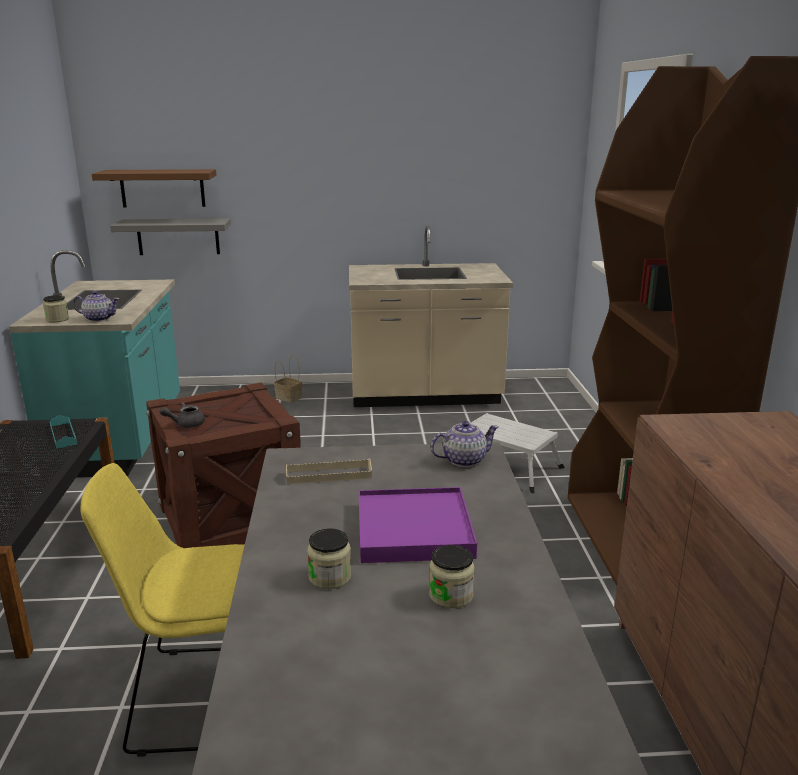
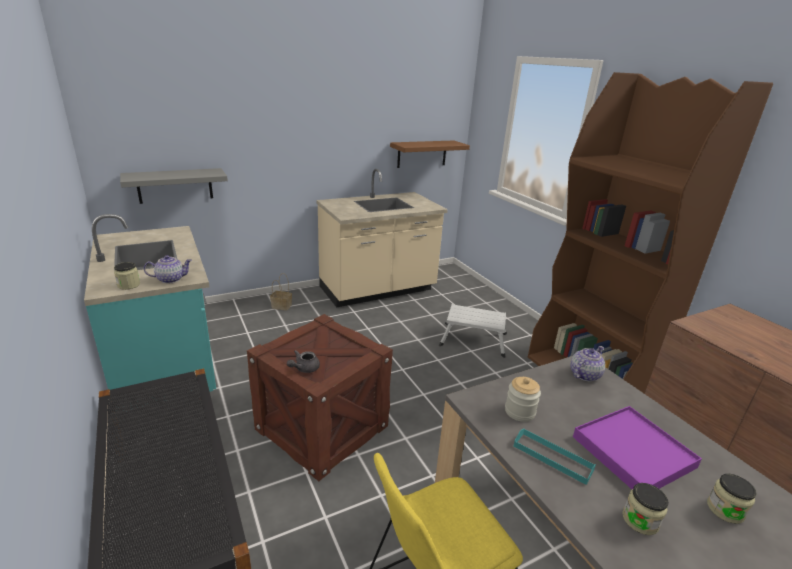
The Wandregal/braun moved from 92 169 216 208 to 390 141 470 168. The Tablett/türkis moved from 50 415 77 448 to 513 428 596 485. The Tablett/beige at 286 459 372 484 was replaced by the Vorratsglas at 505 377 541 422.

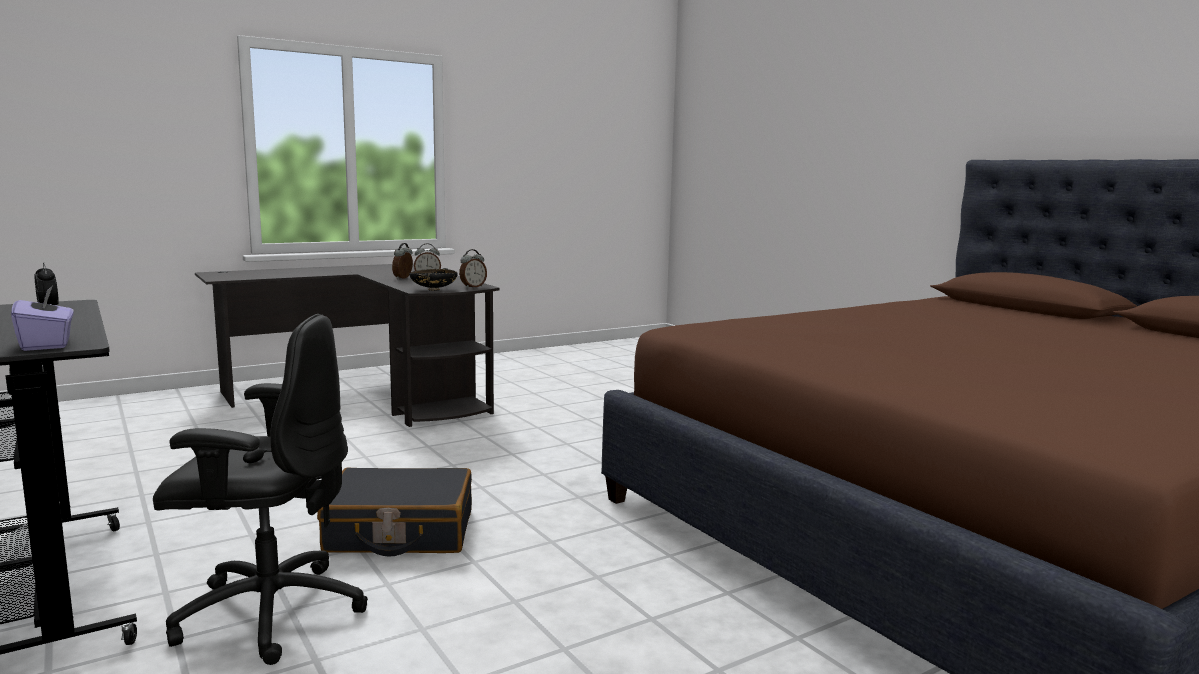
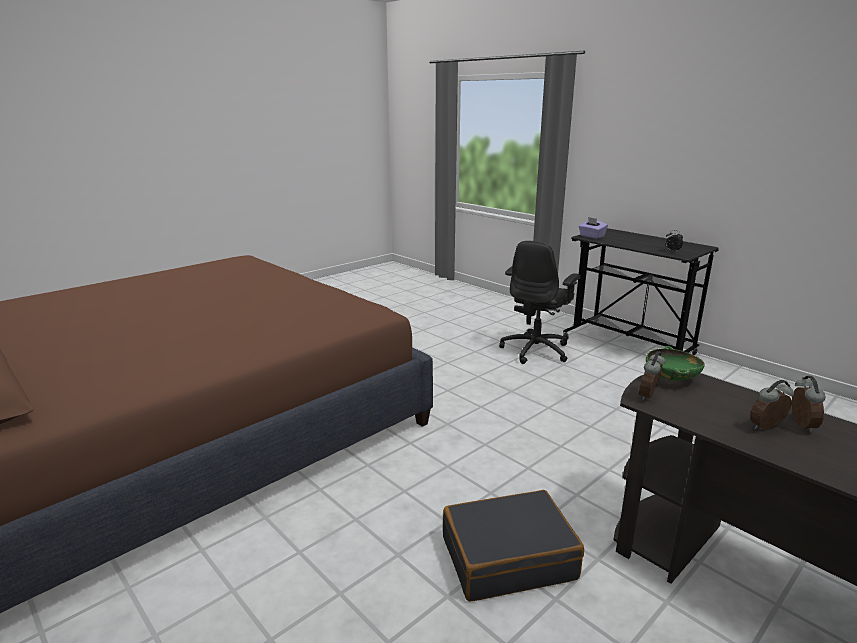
The Schüssel/schwarz at 410 268 458 291 became the Schüssel/grün at 646 346 705 382. The Bürostuhl/schwarz at 153 314 368 665 turned 45 degrees counterclockwise. The Koffer/schwarz moved from 317 467 472 556 to 443 490 584 602.

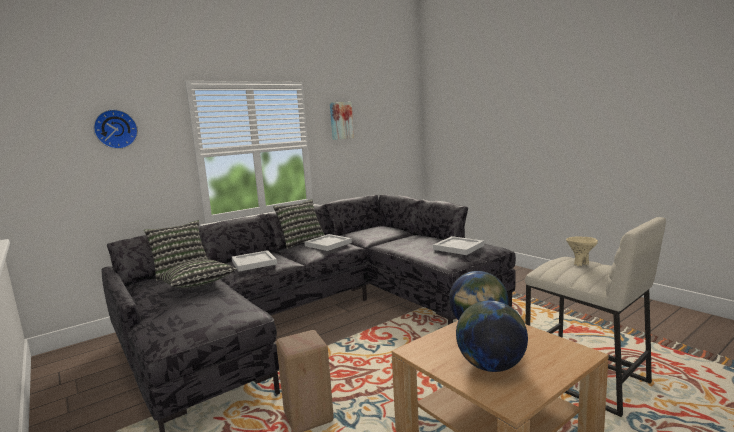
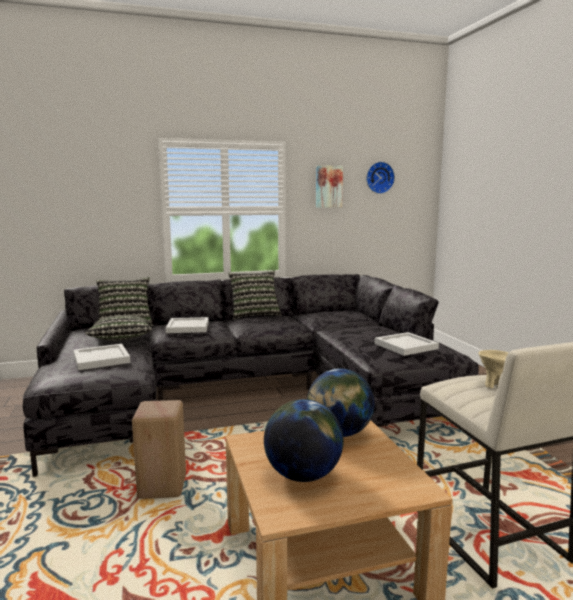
The Wanduhr moved from 93 109 138 149 to 366 162 395 194. The Tablett/weiß moved from 304 234 352 251 to 73 344 131 370.

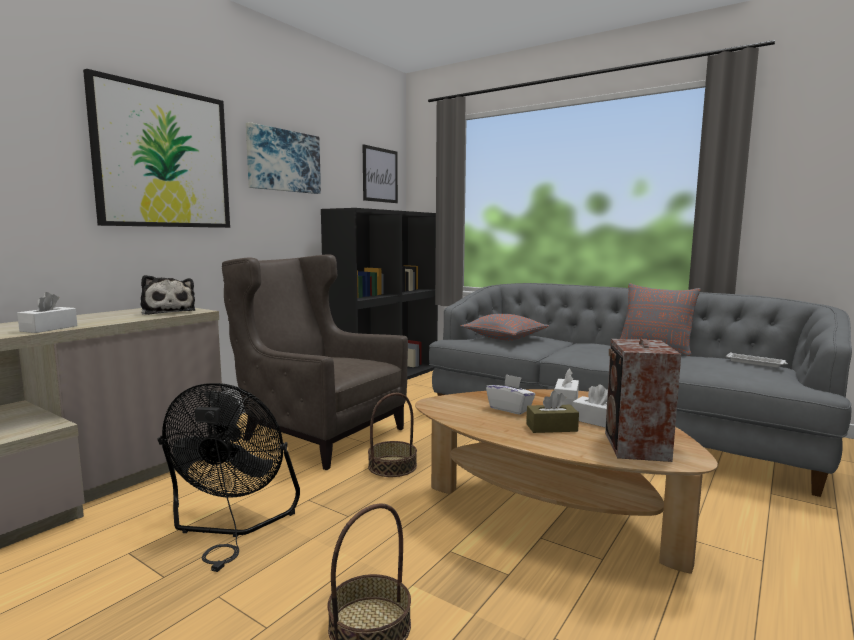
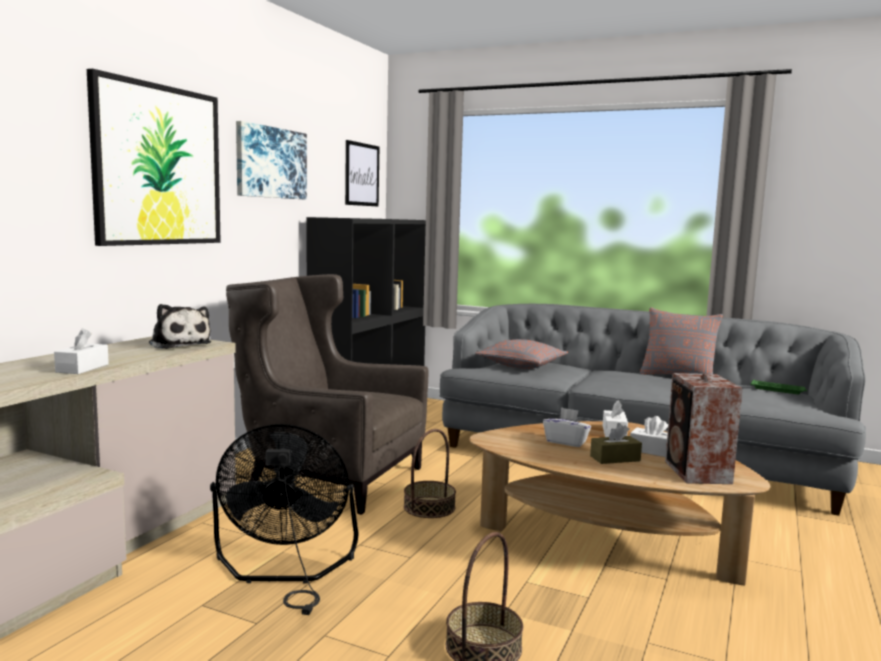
The Tablett/weiß at 726 352 788 368 became the Tablett/grün at 750 380 807 394.

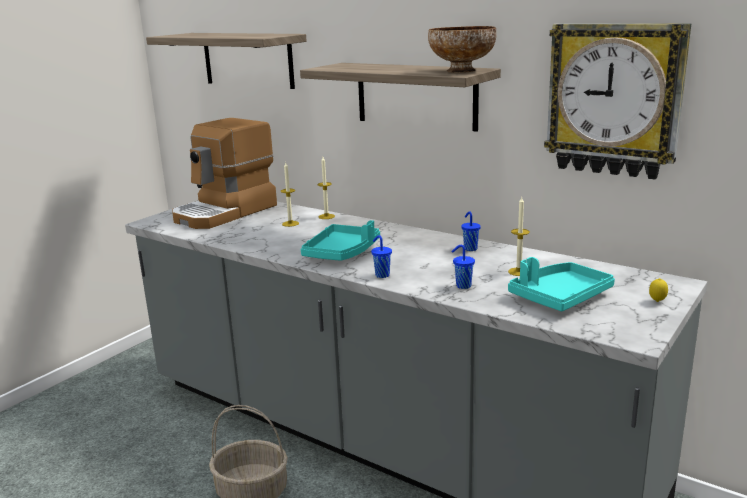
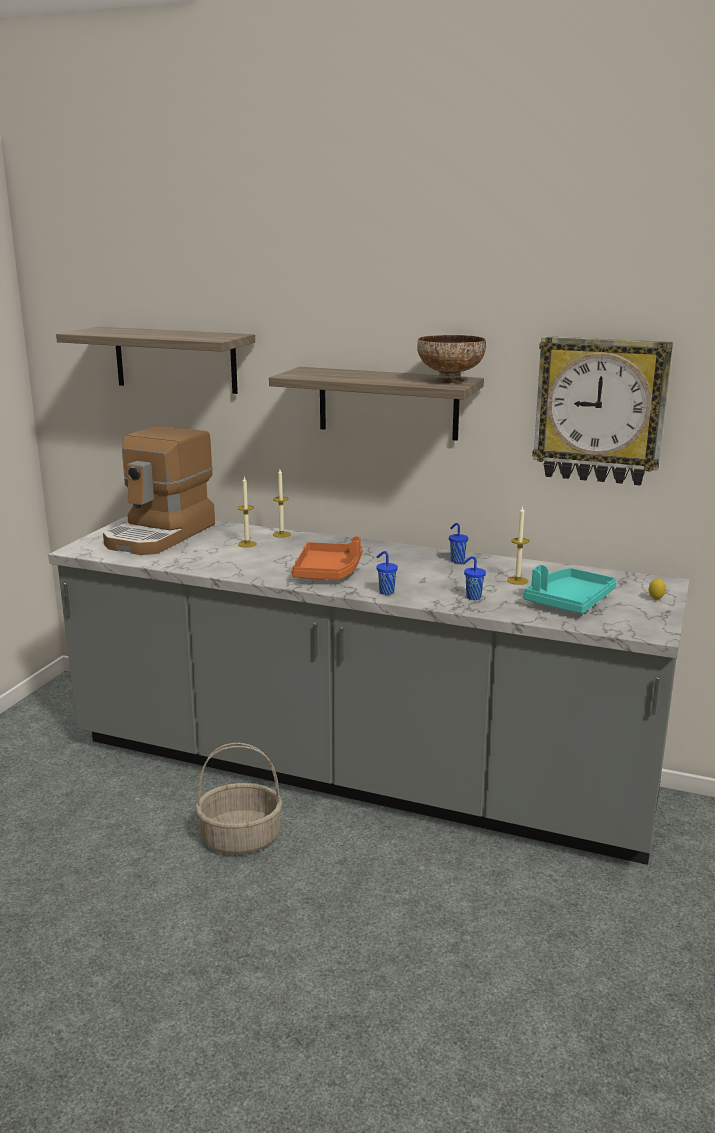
The Tablett/türkis at 301 220 380 261 became the Tablett/orange at 292 536 362 580.

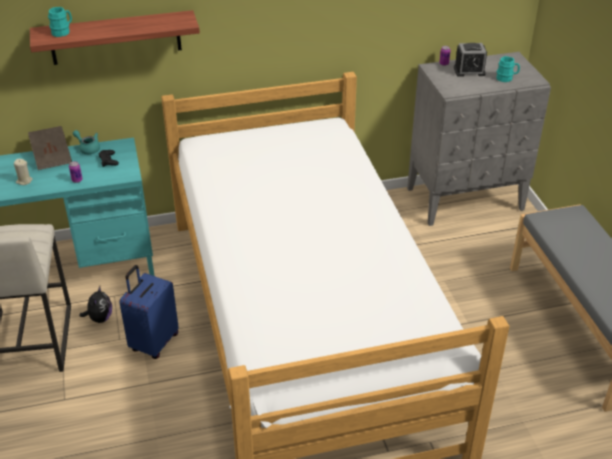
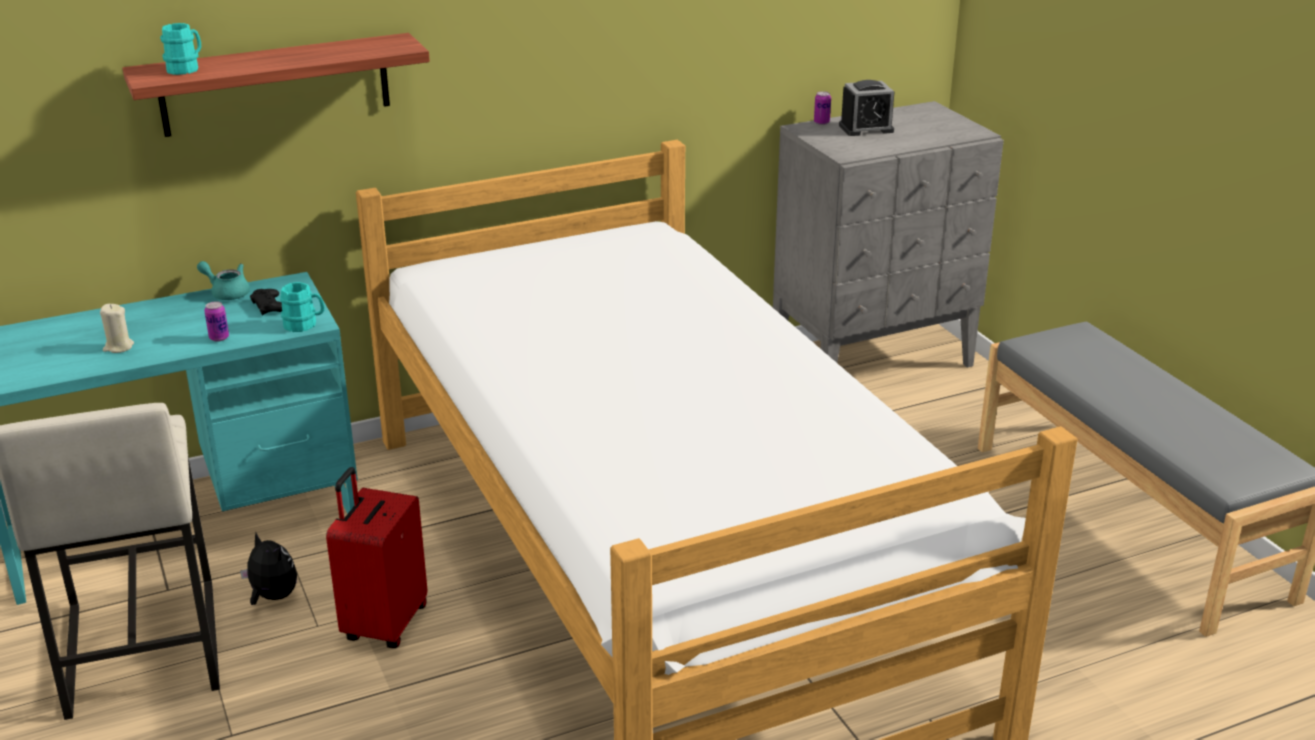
The Henkelbecher/türkis moved from 497 56 520 82 to 280 282 325 332. The Buch/braun at 28 126 72 170 disappeared. The Koffer/blau at 119 265 179 359 became the Koffer/rot at 326 467 427 648. The Plüschtier at 79 286 112 323 turned 45 degrees counterclockwise.

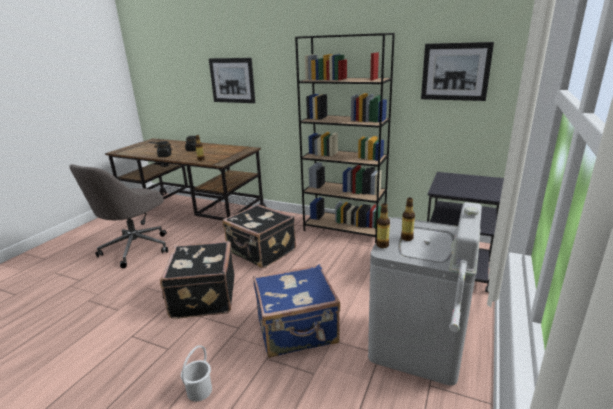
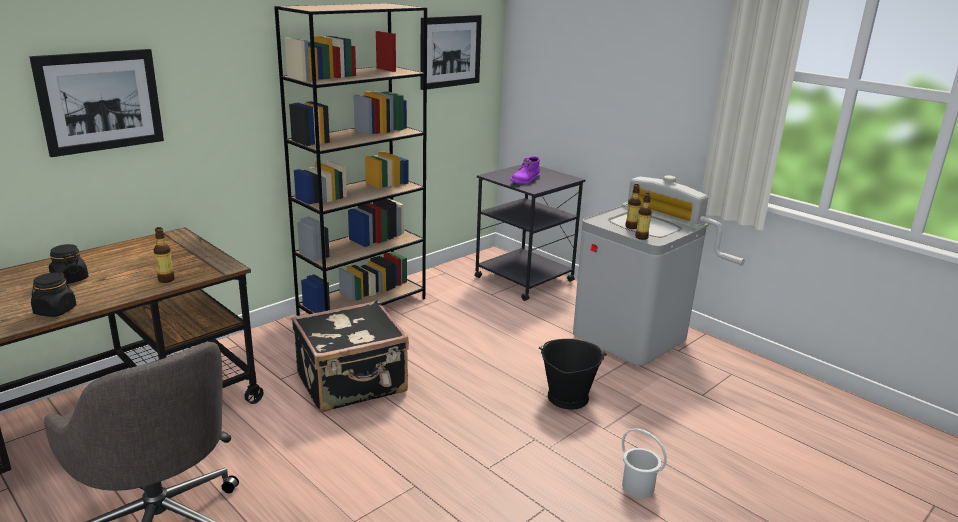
The Koffer/schwarz at 160 241 235 319 disappeared. The Koffer/blau at 253 264 340 358 was replaced by the Eimer/schwarz at 539 339 607 410. The Stiefel/lila at 510 156 540 184 appeared.

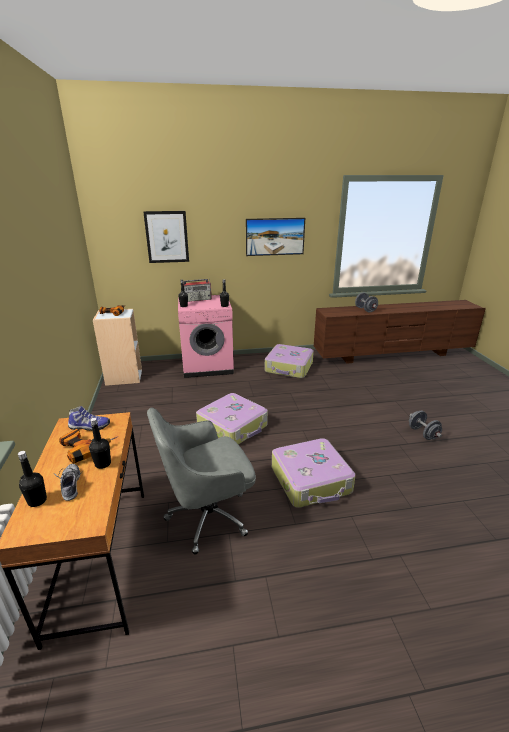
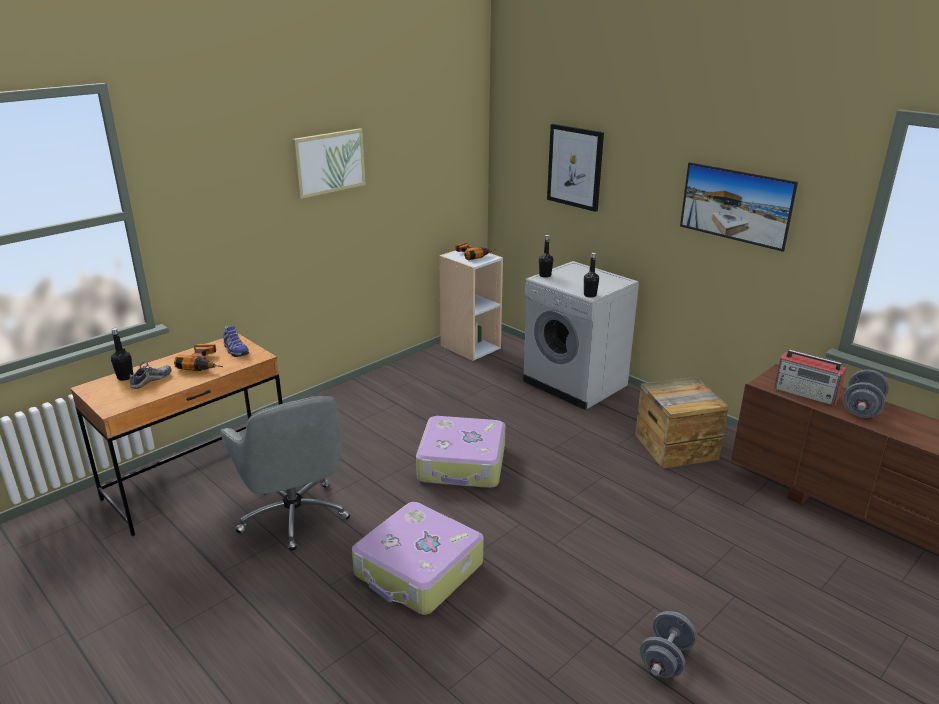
The Radio moved from 184 279 212 302 to 774 350 847 406. The Waschmaschine/rosa at 178 295 234 378 became the Waschmaschine/weiß at 523 261 639 410. The Koffer at 265 344 314 378 was replaced by the Kiste at 635 377 729 469. The Bürostuhl/grau at 147 407 256 554 turned 150 degrees counterclockwise. The Flasche/schwarz at 89 418 111 469 disappeared. The Bild at 292 128 366 199 appeared.

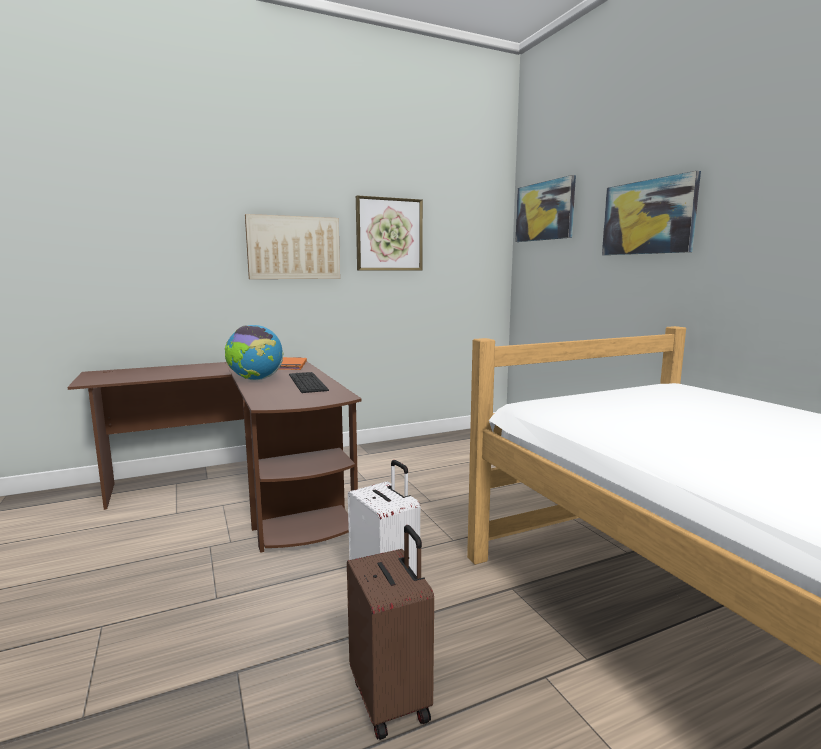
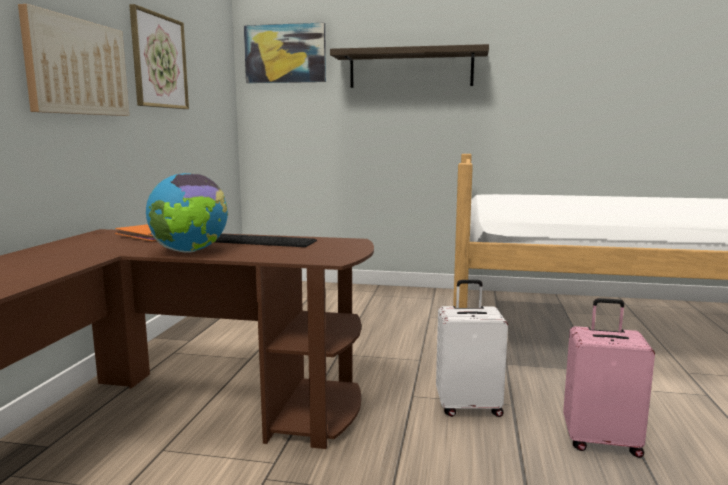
The Bild at 602 171 701 255 was replaced by the Wandregal at 330 44 489 88. The Koffer/braun at 347 525 434 740 became the Koffer/rosa at 563 298 655 458.

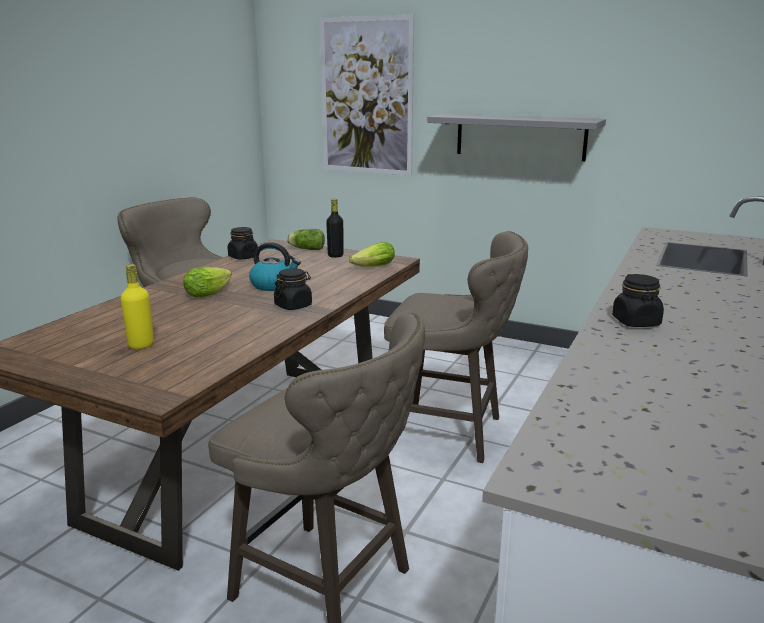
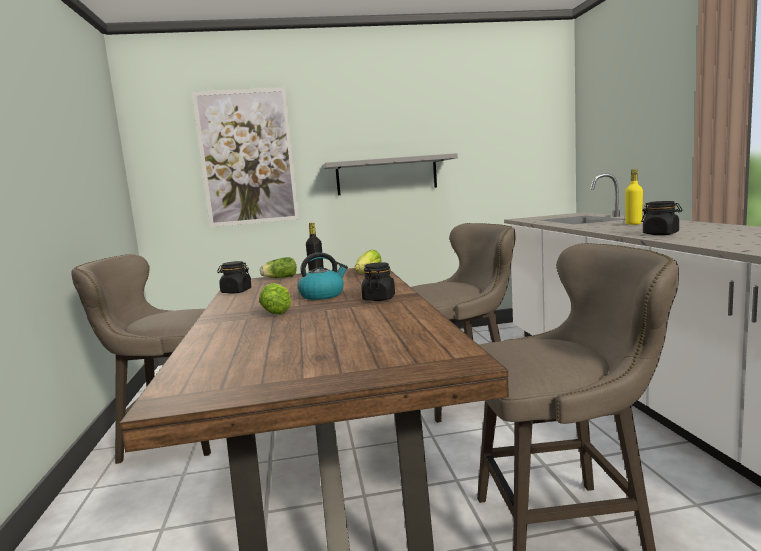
The Flasche/gelb moved from 121 264 154 349 to 625 169 643 225.

